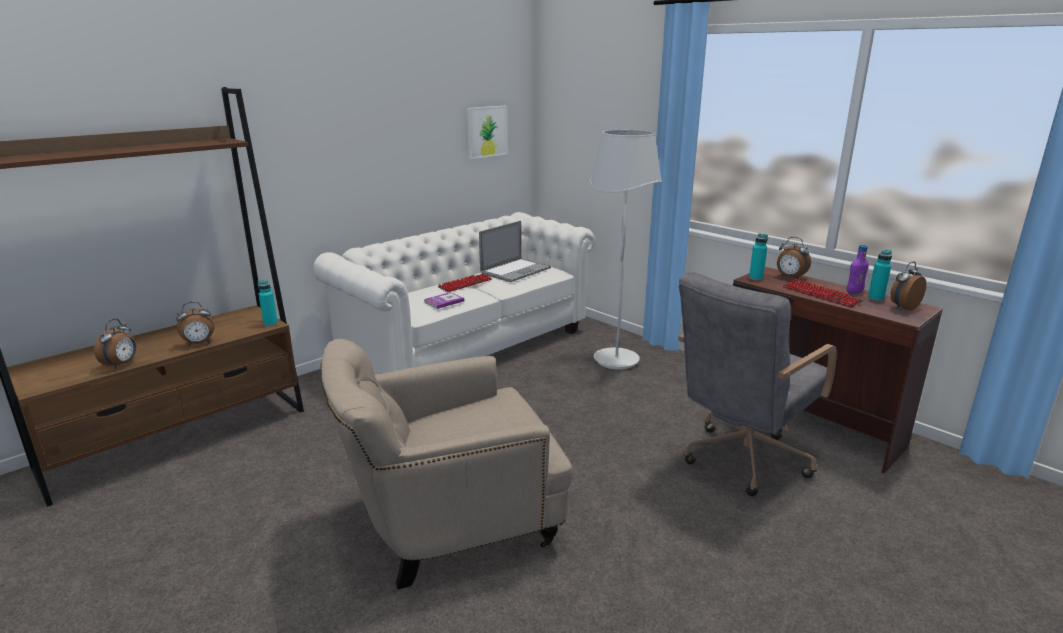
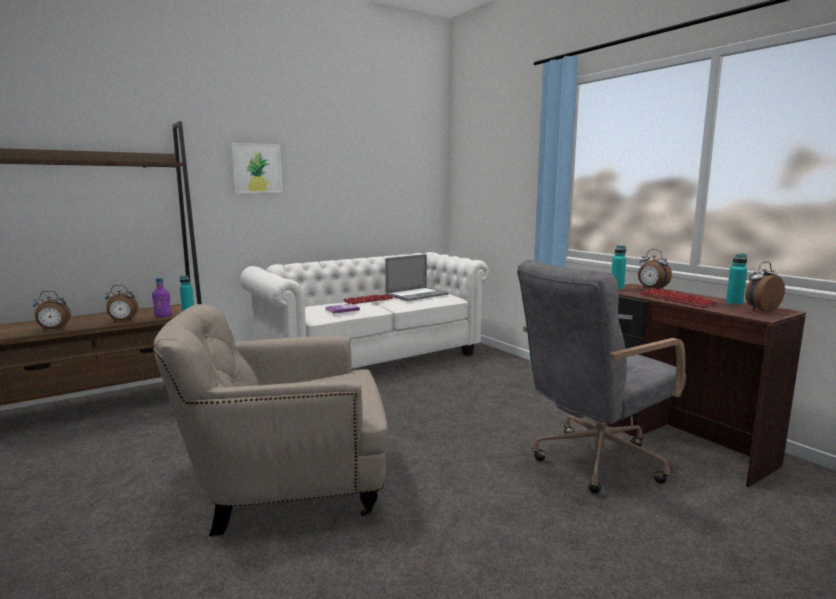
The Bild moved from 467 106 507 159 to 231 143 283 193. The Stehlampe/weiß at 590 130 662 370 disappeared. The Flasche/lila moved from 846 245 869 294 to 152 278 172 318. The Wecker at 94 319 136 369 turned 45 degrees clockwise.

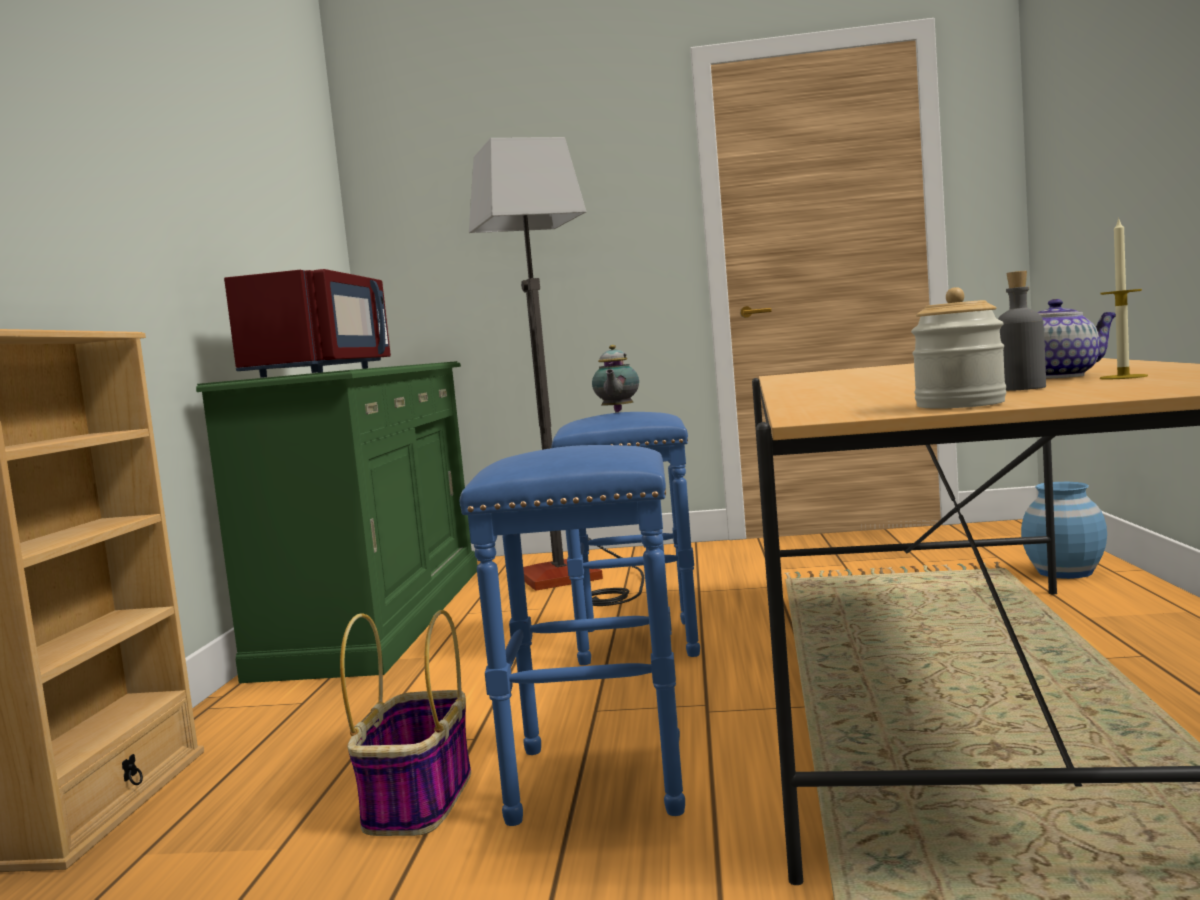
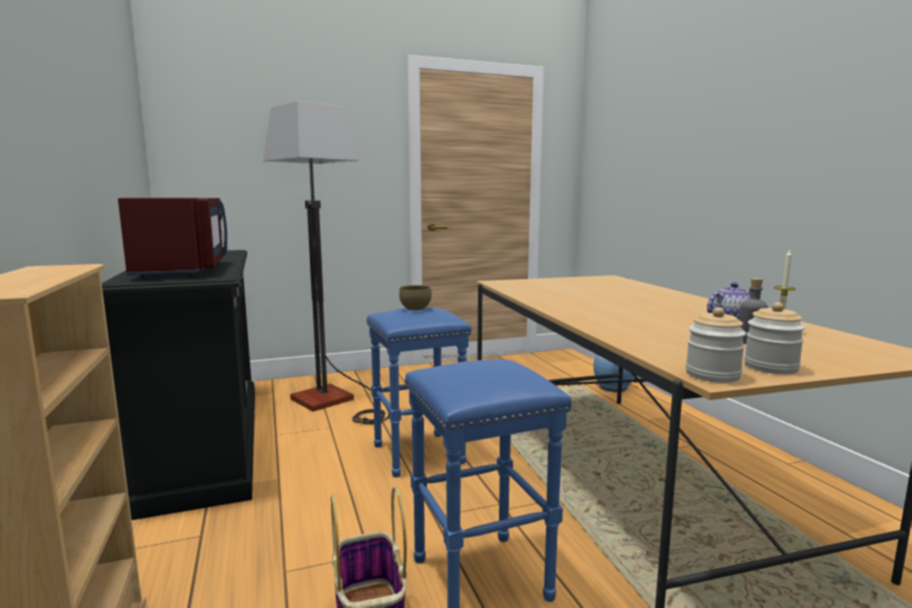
The Teekanne at 592 345 639 412 was replaced by the Schüssel/braun at 399 285 432 311. The Schrank/grün at 196 361 478 683 became the Schrank/schwarz at 102 250 255 520. The Vorratsglas at 686 307 746 383 appeared.

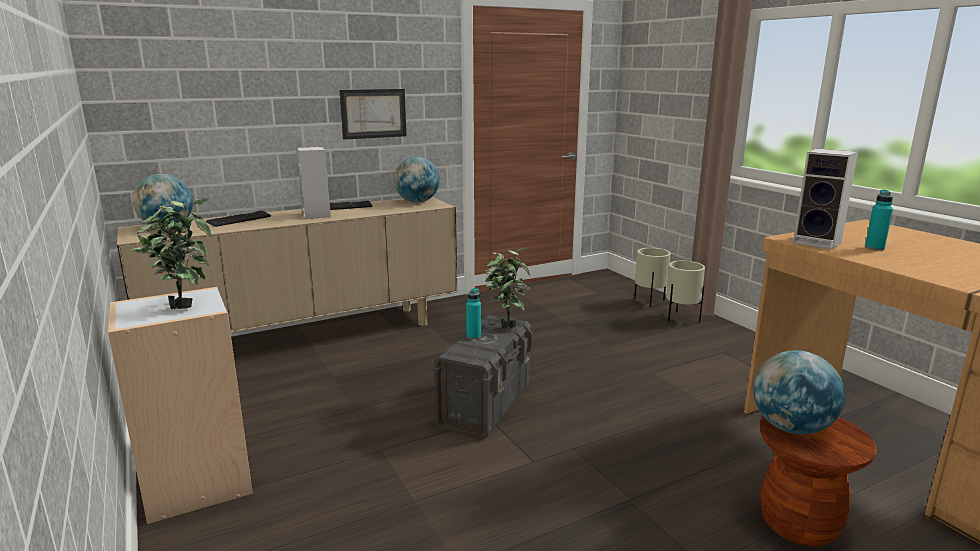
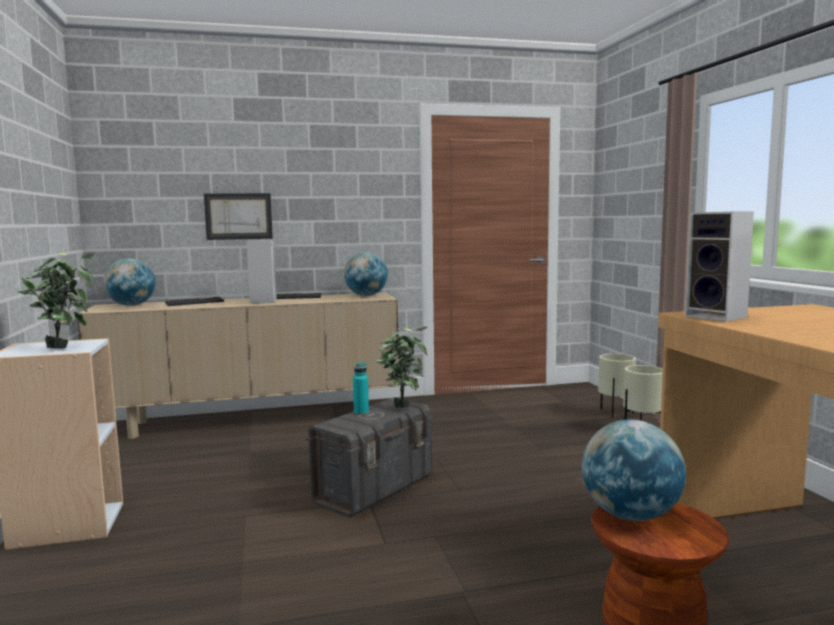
The Bild moved from 339 89 407 140 to 204 193 273 240. The Flasche/türkis at 865 190 893 251 disappeared.

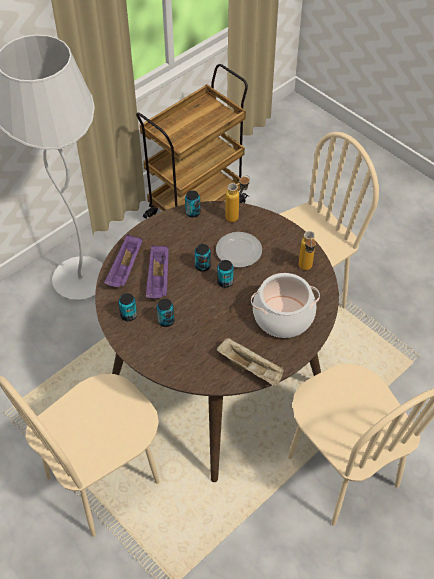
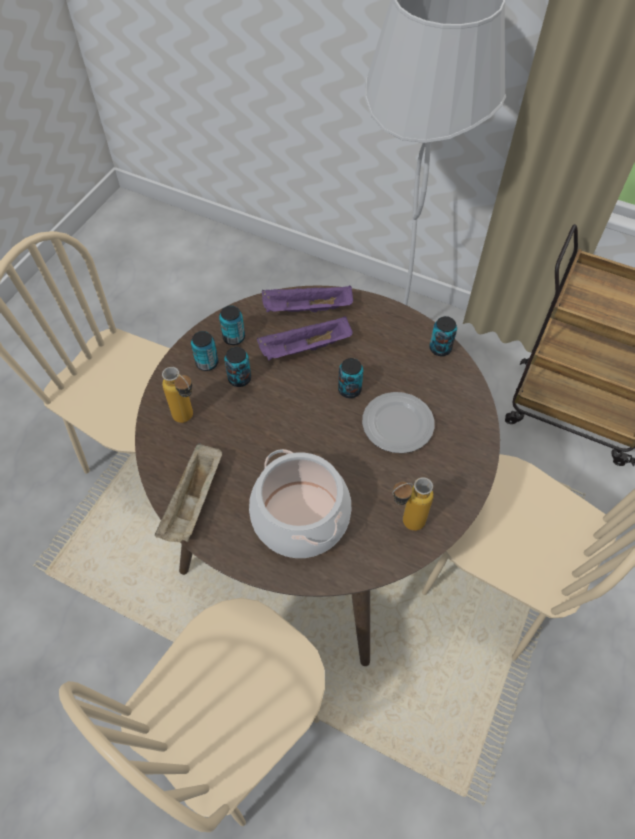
The Flasche moved from 225 175 250 222 to 162 367 193 423. The Dose moved from 217 260 234 288 to 191 331 219 371.

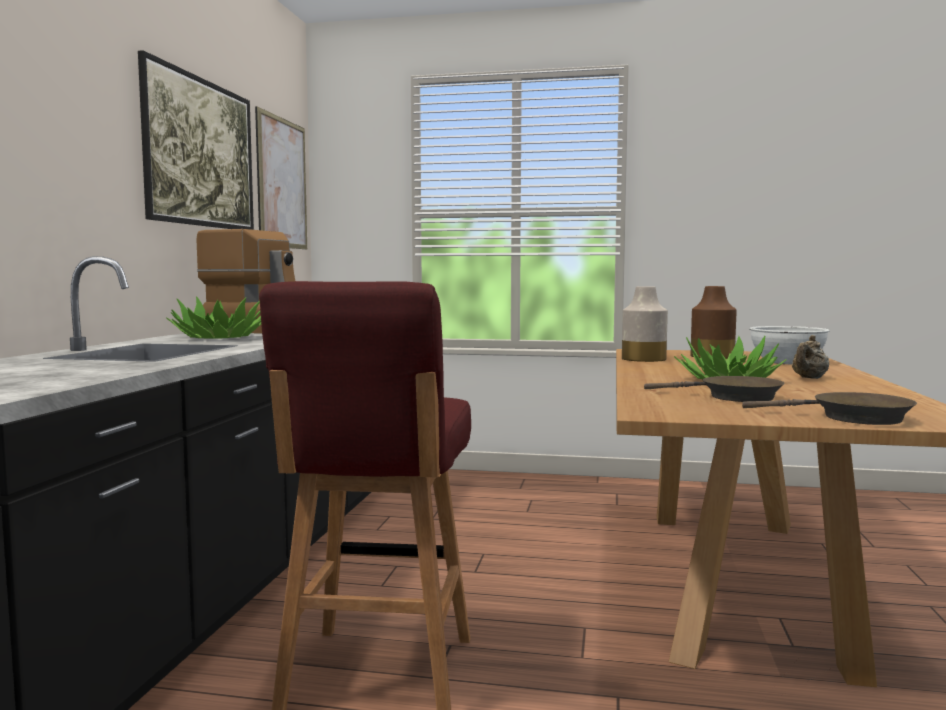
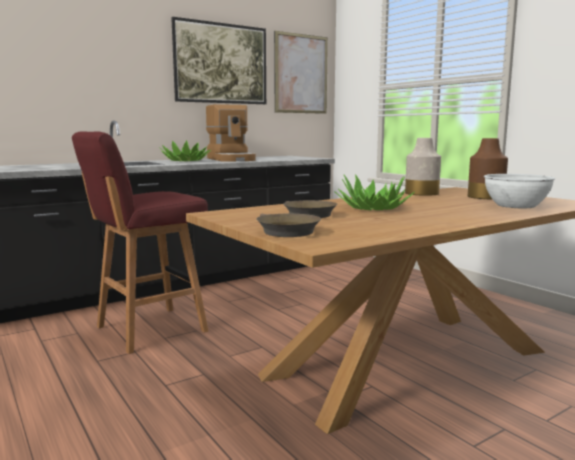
The Teekanne/beige at 792 335 829 379 disappeared.

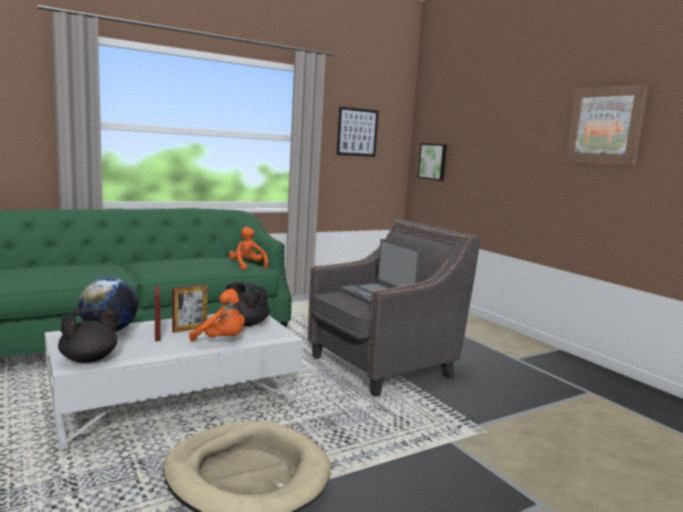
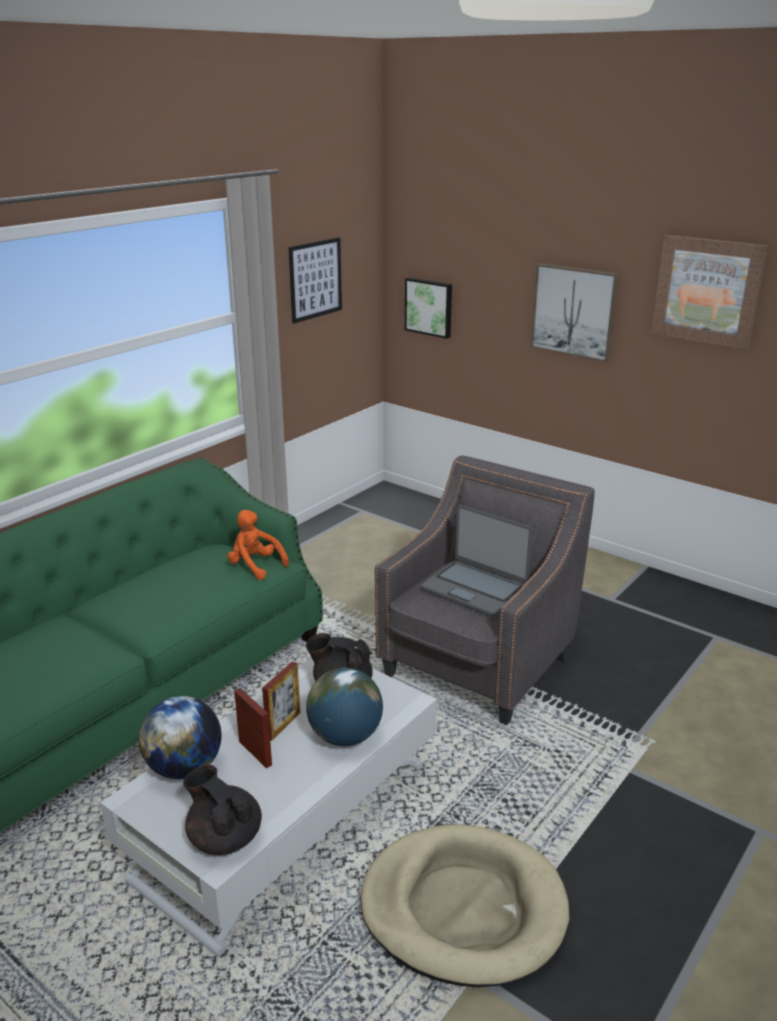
The Plüschtier/orange at 189 289 245 342 was replaced by the Globus at 306 668 383 746. The Teekanne/schwarz at 58 307 121 363 turned 75 degrees counterclockwise. The Bild at 531 263 619 362 appeared.

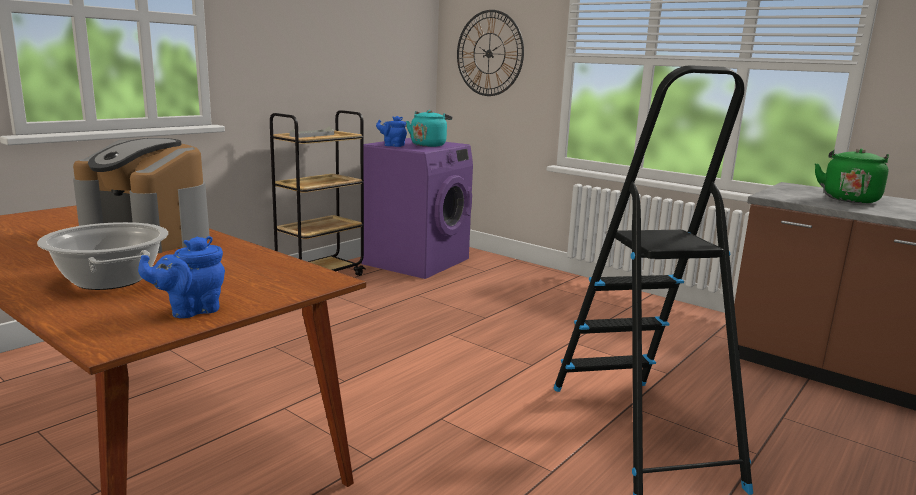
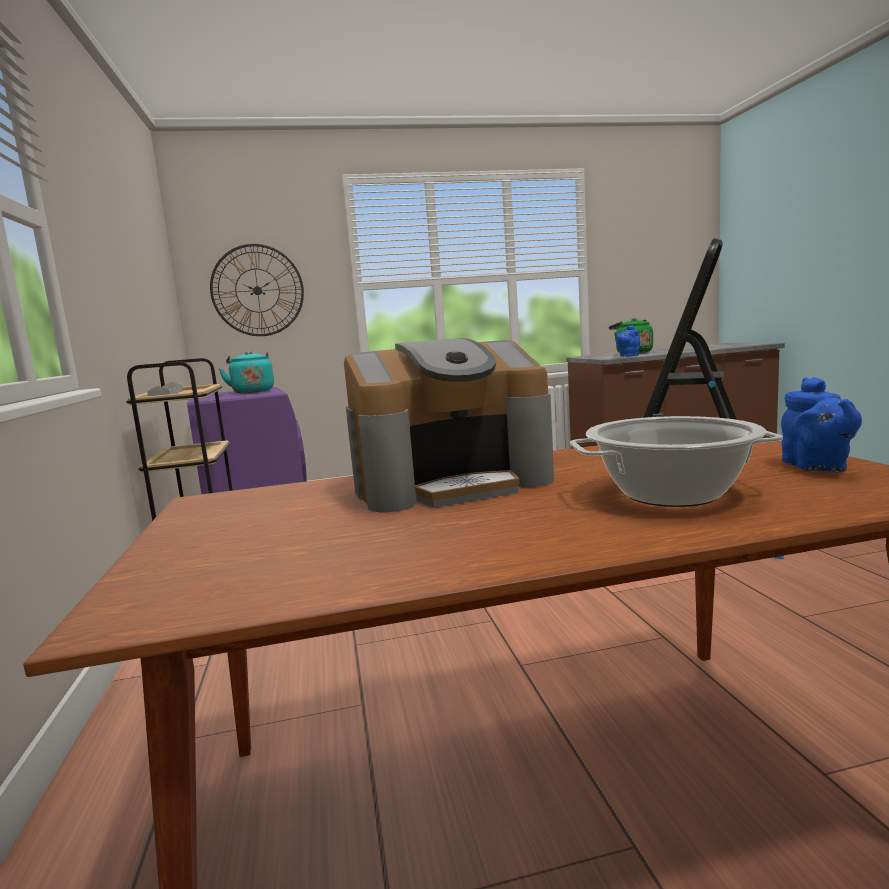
The Teekanne/blau moved from 376 116 407 147 to 616 325 640 357.

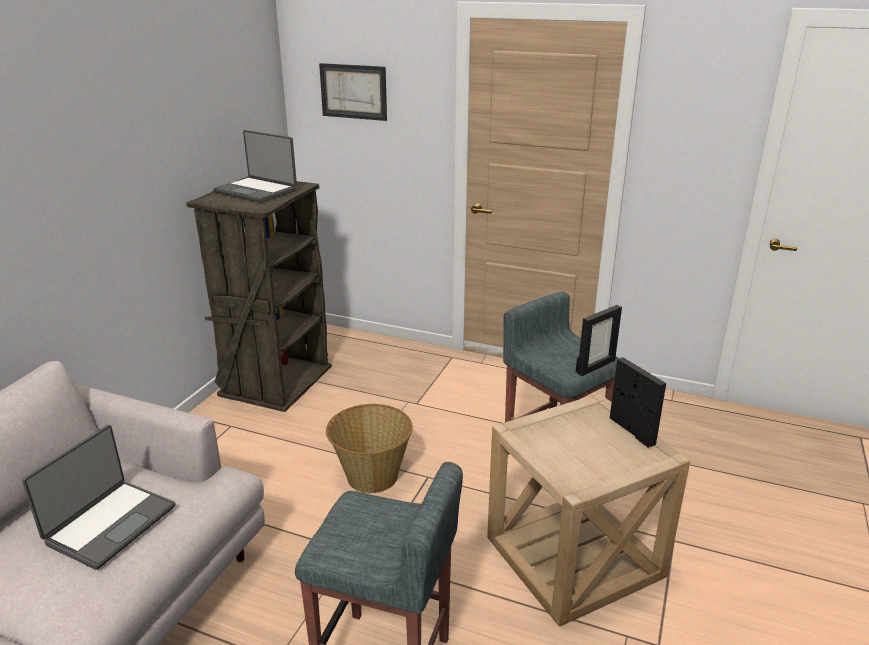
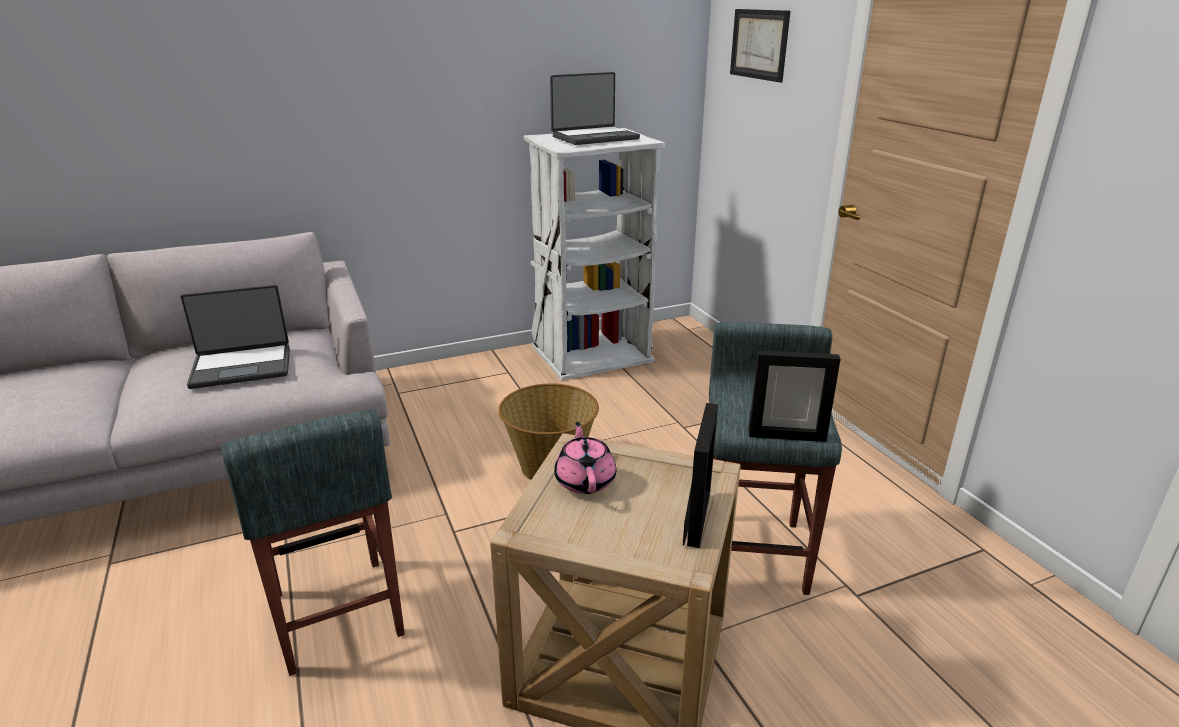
The Laptop at 213 130 297 203 turned 105 degrees counterclockwise. The Bücherregal/braun at 186 176 332 412 became the Bücherregal/weiß at 524 128 665 381. The Teekanne/rosa at 554 422 616 494 appeared.

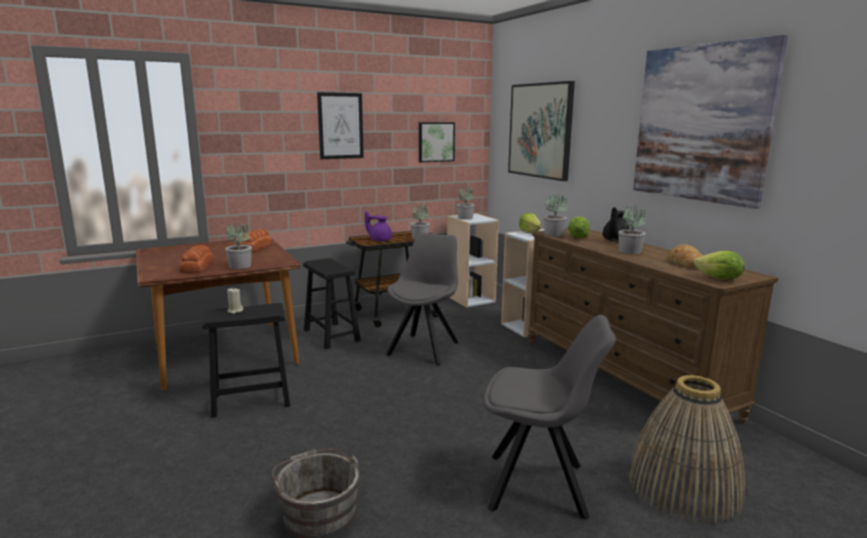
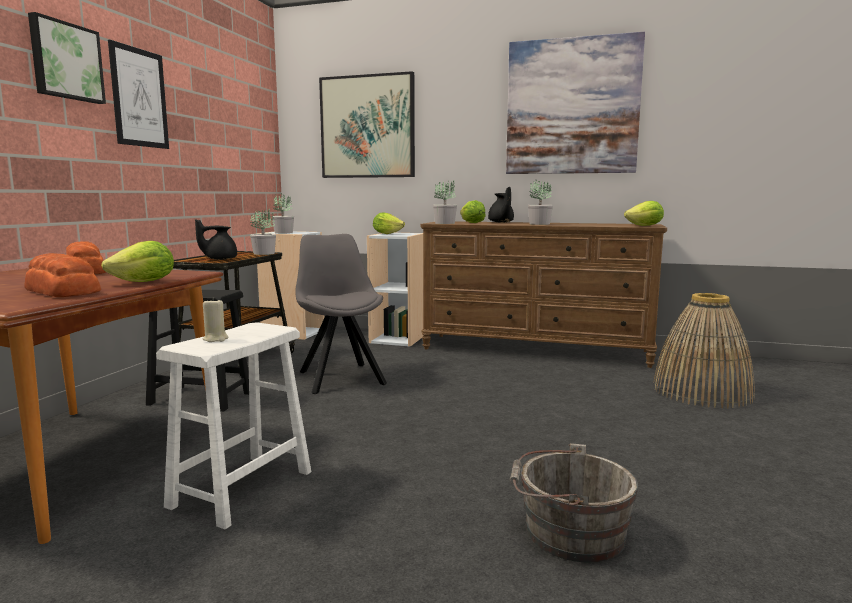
The Bild moved from 419 122 455 162 to 28 12 106 104. The Teekanne/lila at 365 211 392 241 became the Teekanne/schwarz at 195 219 237 260. The Topfpflanze at 225 224 252 269 was replaced by the Salatkopf at 101 241 174 282. The Brot at 668 244 703 268 disappeared. The Hocker/schwarz at 202 303 290 418 became the Hocker/weiß at 156 322 311 529. The Stuhl/grau at 483 315 616 520 disappeared.

